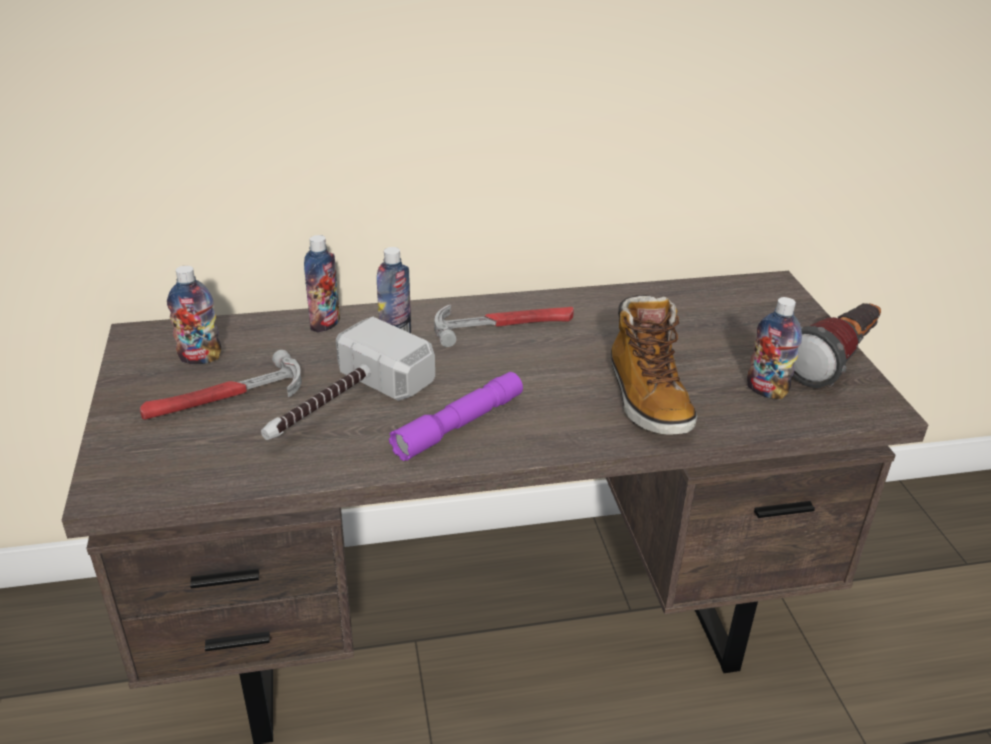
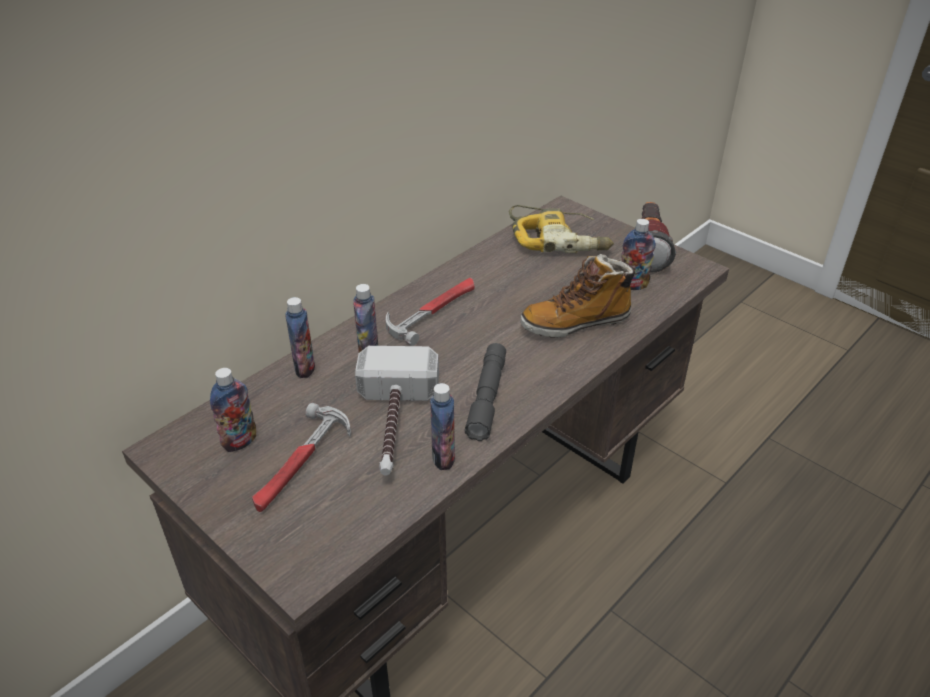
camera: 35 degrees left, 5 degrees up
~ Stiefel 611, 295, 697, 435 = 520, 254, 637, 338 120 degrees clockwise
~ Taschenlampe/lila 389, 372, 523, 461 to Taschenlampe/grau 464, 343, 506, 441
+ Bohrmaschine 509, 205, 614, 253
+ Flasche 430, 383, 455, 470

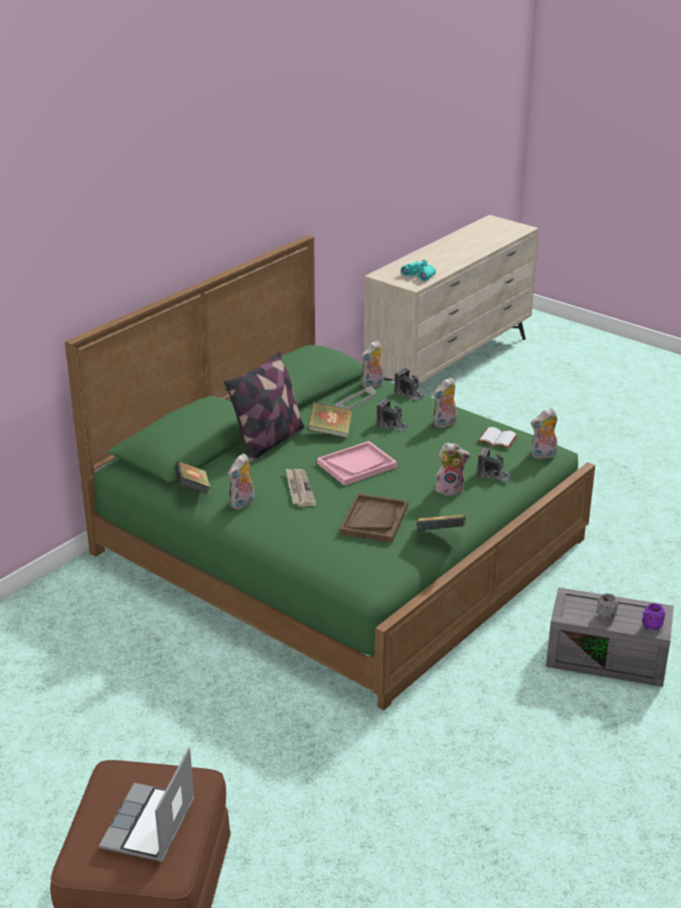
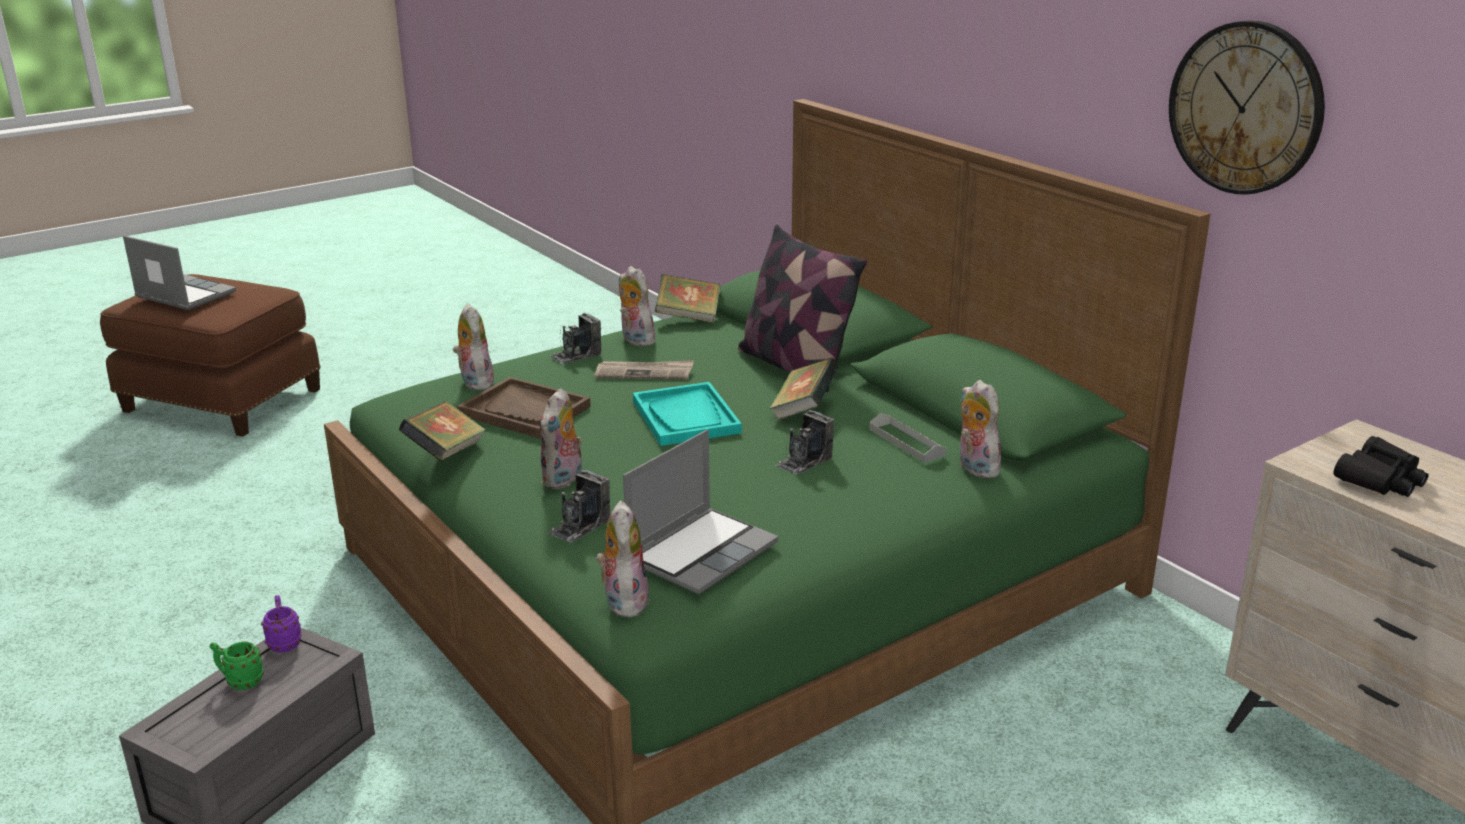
camera: 105 degrees right, 5 degrees down
~ Fernglas/türkis 401, 260, 436, 281 to Fernglas/schwarz 1334, 436, 1428, 497
~ Kamera 395, 368, 425, 401 to 551, 313, 601, 364
~ Plüschtier 433, 377, 457, 428 to 453, 303, 494, 390
~ Buch/weiß 478, 427, 518, 449 to Laptop 623, 429, 778, 594
~ Tablett/rosa 317, 441, 397, 486 to Tablett/türkis 633, 382, 742, 446
~ Henkelbecher/grau 597, 594, 619, 622 to Henkelbecher/grün 210, 641, 264, 690
~ Henkelbecher/lila 642, 603, 666, 630 to 261, 595, 302, 653
+ Wanduhr 1169, 20, 1325, 195

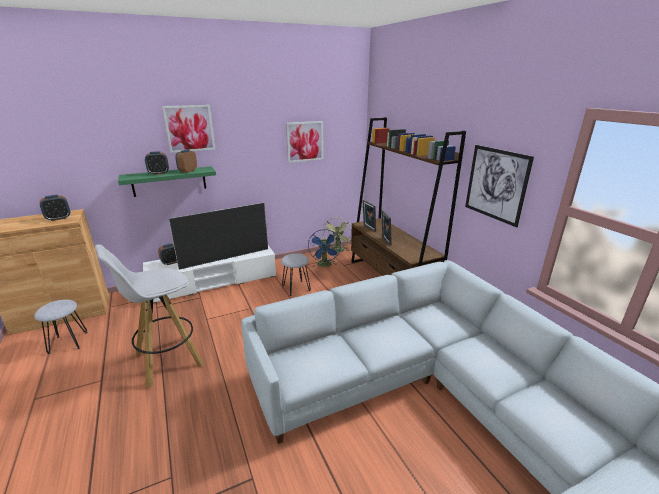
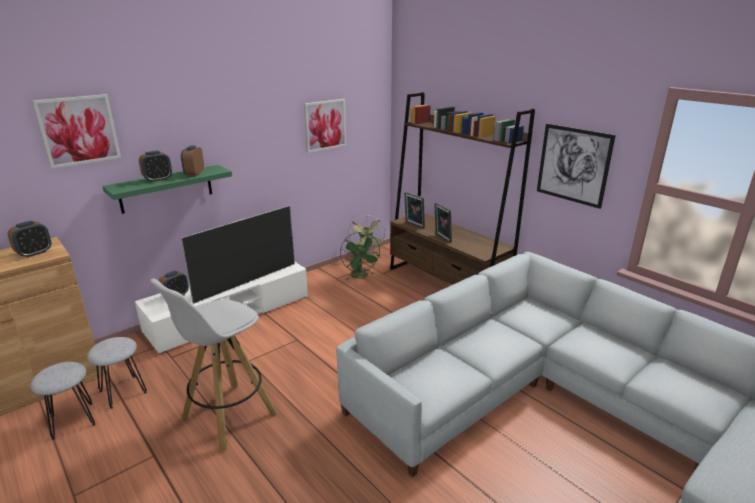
camera: 15 degrees left, 0 degrees up
~ Bild 162, 105, 215, 153 to 32, 94, 121, 169
~ Ventilator/blau 308, 229, 341, 267 to Ventilator/grün 340, 232, 381, 280
~ Hocker/grau 281, 253, 311, 296 to 87, 337, 147, 409

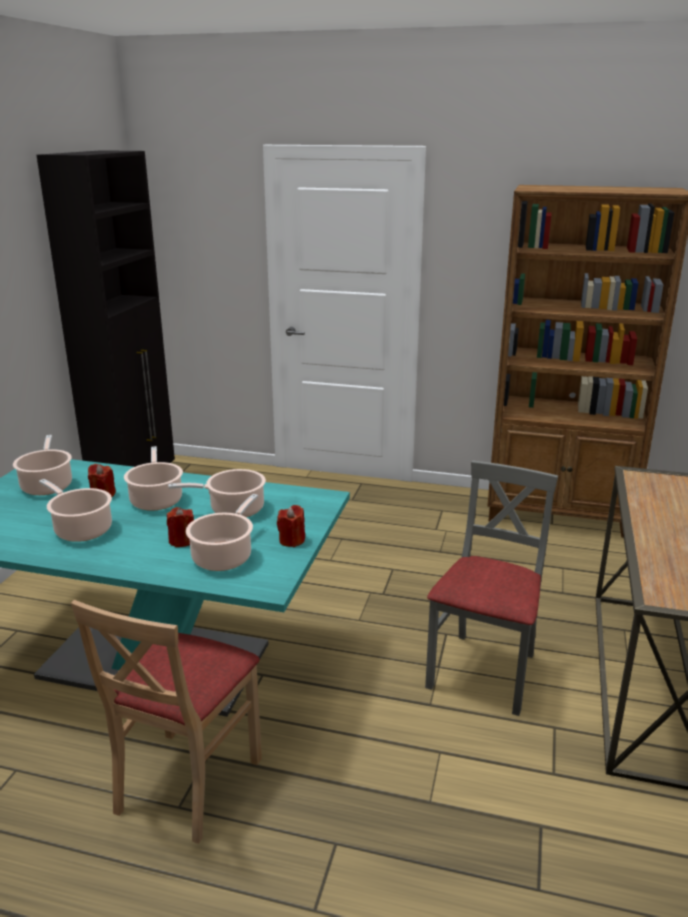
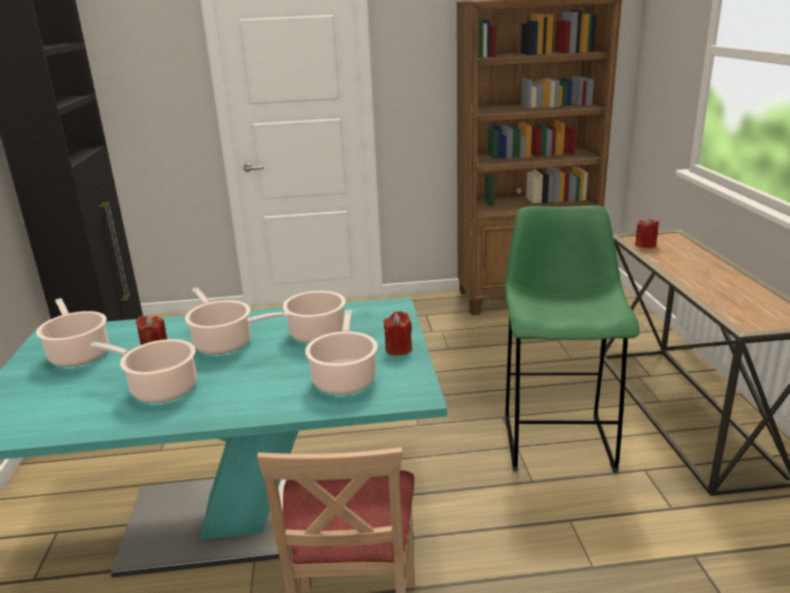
camera: 20 degrees left, 0 degrees up
~ Stuhl/grau 425, 460, 558, 716 to Hocker/grün 505, 205, 640, 473
~ Kerze/rot 167, 507, 194, 547 to 635, 217, 659, 249

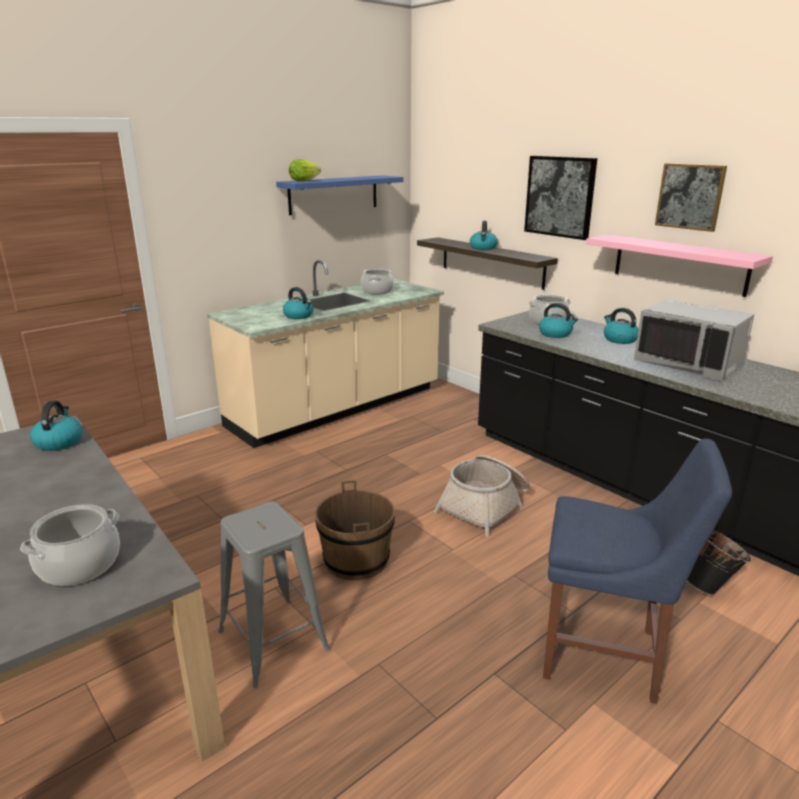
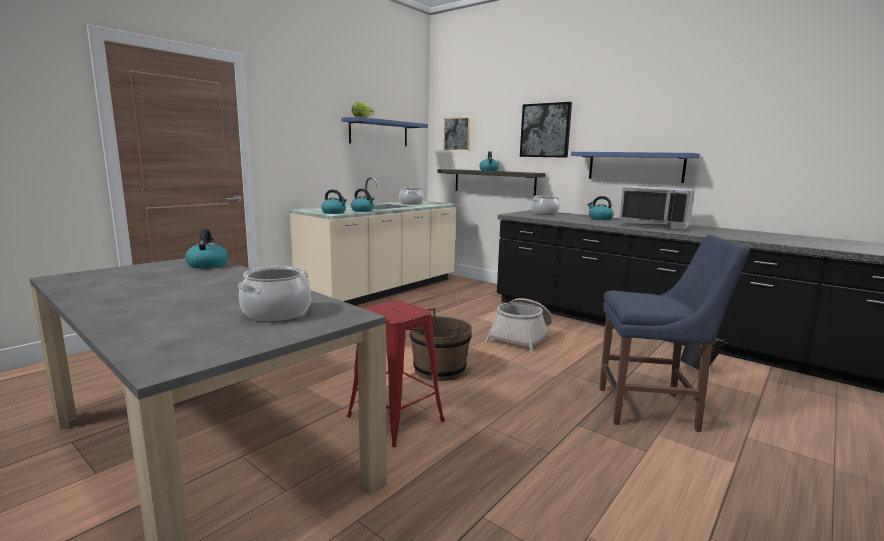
camera: 10 degrees left, 10 degrees down
~ Bild 655, 163, 727, 232 to 444, 117, 471, 150
~ Wandregal/rosa 586, 234, 773, 297 to Wandregal/blau 571, 152, 700, 183
~ Wasserkessel 539, 303, 578, 338 to 321, 189, 347, 214
~ Hocker/grau 218, 501, 330, 688 to Hocker/rot 347, 300, 445, 447

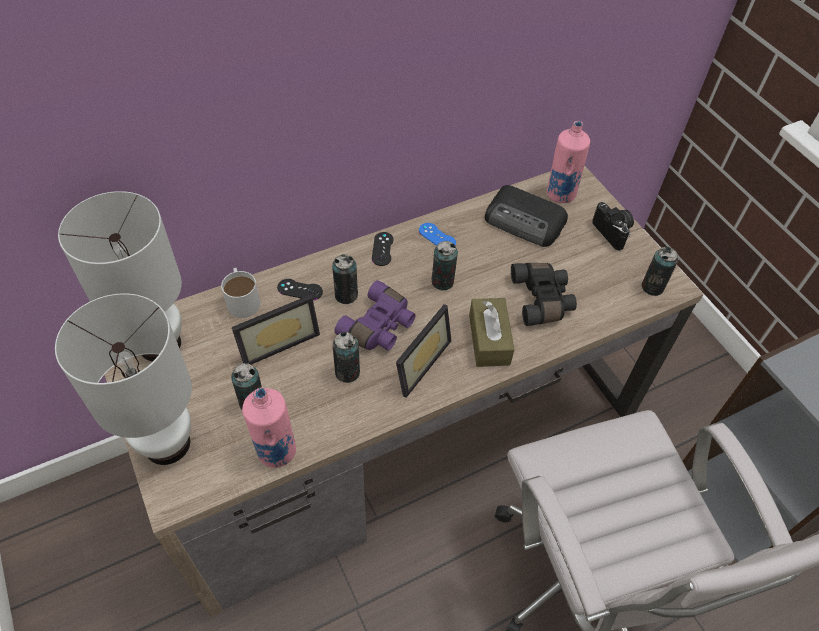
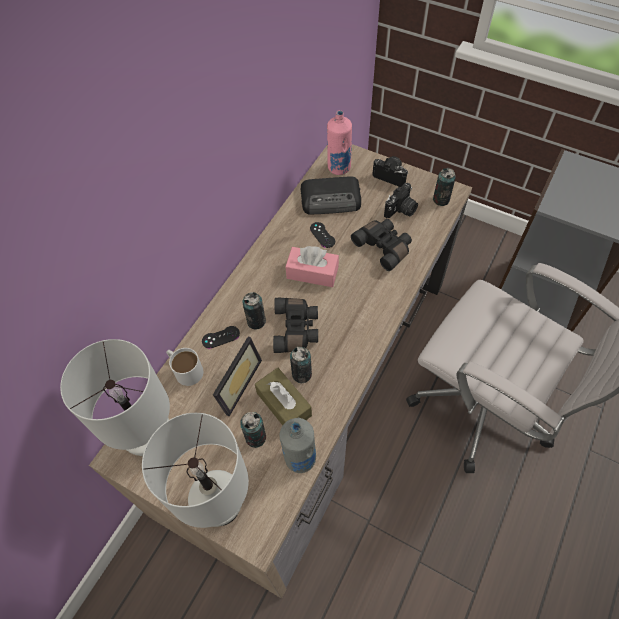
camera: 30 degrees left, 5 degrees up
- Gamepad/blau 419, 223, 456, 246
~ Gamepad/schwarz 372, 232, 394, 266 to 310, 222, 335, 248
~ Dose 431, 241, 458, 290 to Taschentuchbox/rosa 285, 246, 339, 287
~ Fernglas/lila 334, 280, 416, 350 to Fernglas/schwarz 273, 298, 318, 353
~ Taschentuchbox/braun 469, 298, 514, 367 to 255, 368, 312, 425
- Bilderrahmen 396, 304, 452, 398
~ Flasche/rosa 242, 388, 296, 468 to Flasche/grau 280, 418, 316, 473
+ Kamera 384, 183, 418, 218

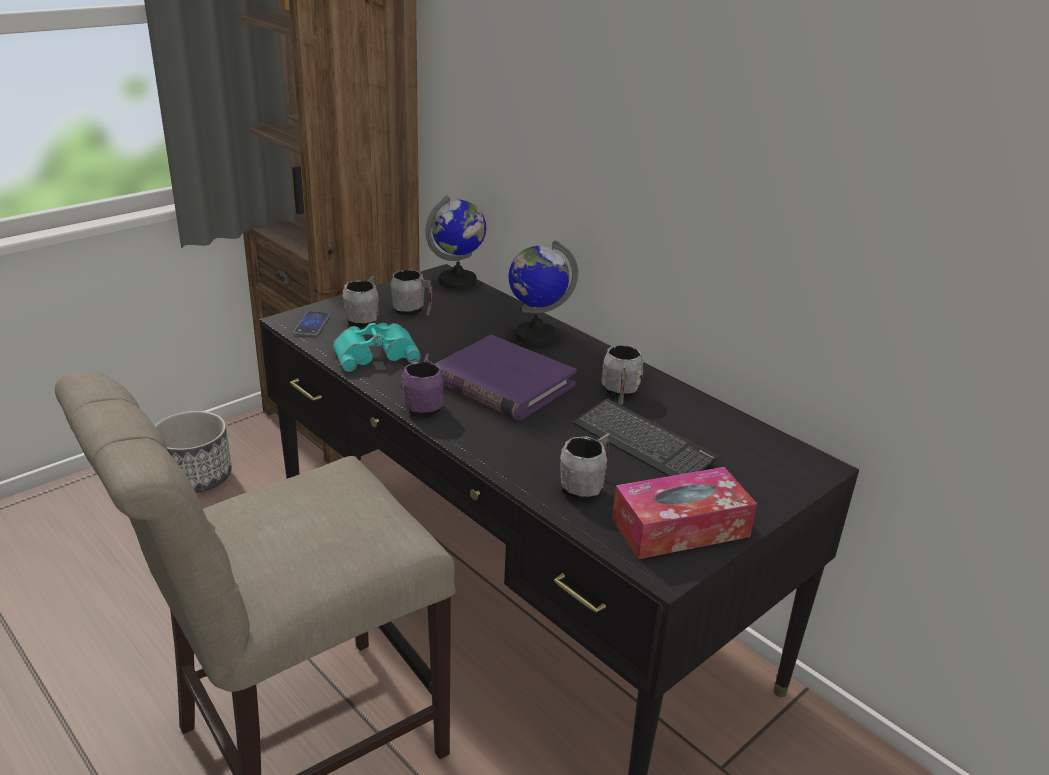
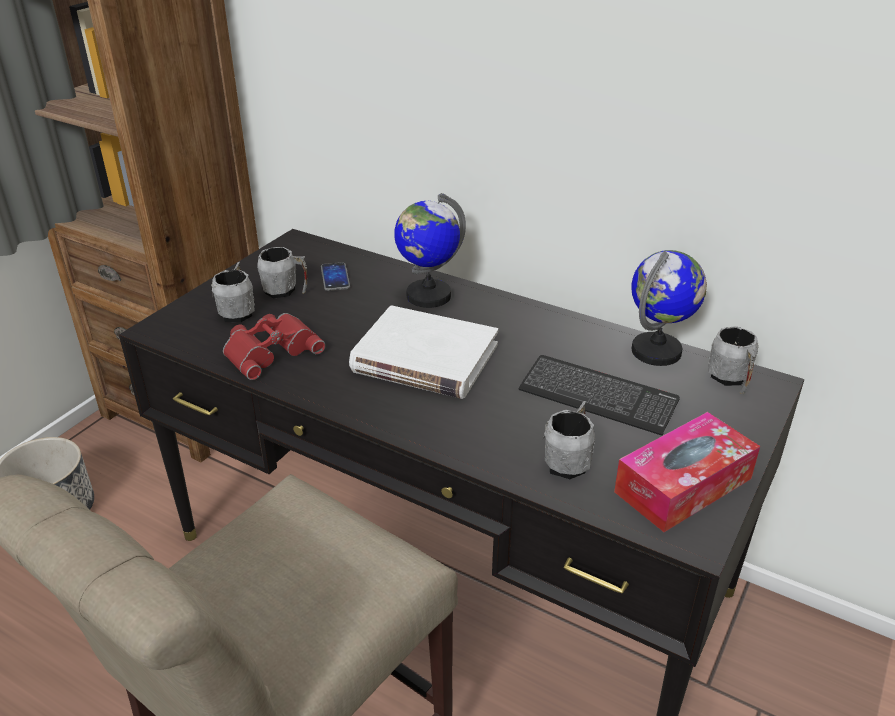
camera: 15 degrees left, 5 degrees up
~ Globus 425, 195, 486, 290 to 631, 250, 707, 366
~ Handy 293, 311, 330, 336 to 321, 262, 350, 291
~ Fernglas/türkis 333, 323, 421, 372 to Fernglas/rot 223, 313, 326, 380
~ Buch/lila 435, 335, 577, 421 to Buch/weiß 349, 305, 498, 399
~ Henkelbecher/grau 601, 345, 644, 404 to 708, 326, 759, 394
- Henkelbecher/lila 401, 354, 444, 417

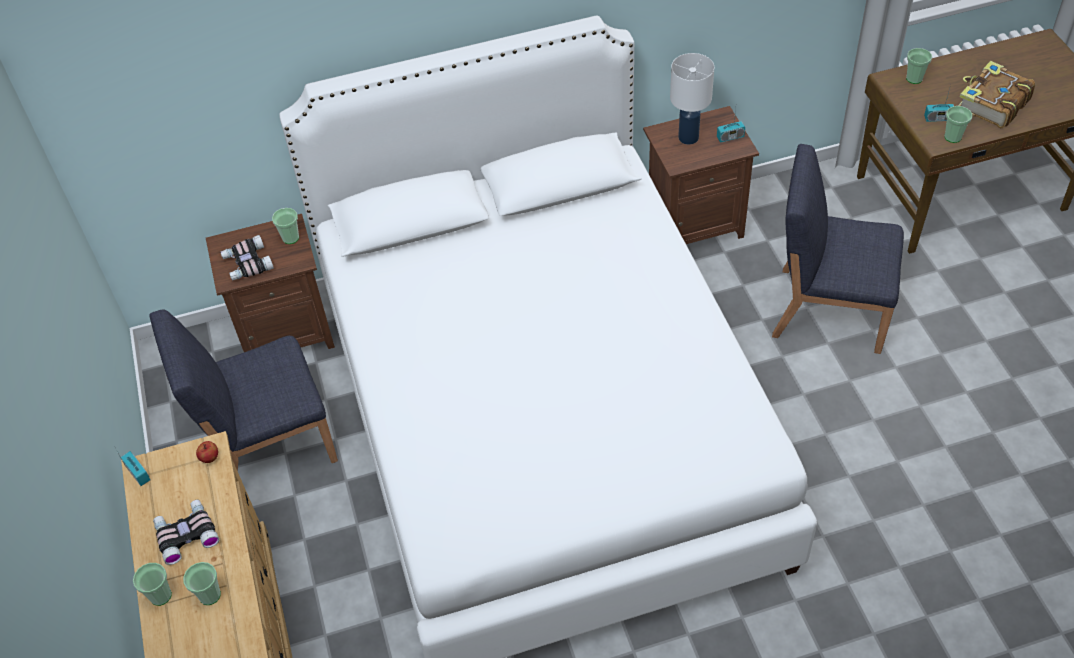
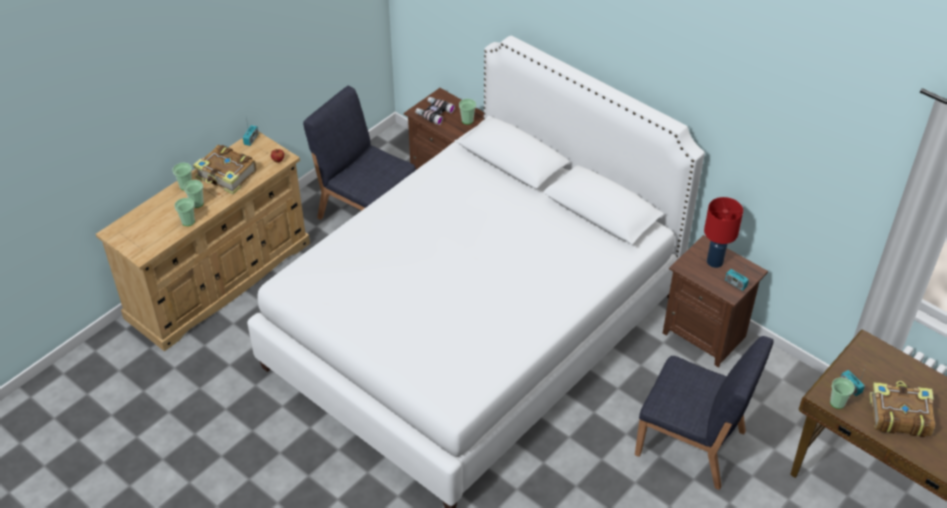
camera: 55 degrees right, 5 degrees down
~ Tasse 906, 48, 932, 84 to 174, 198, 195, 226
~ Tischlampe/weiß 670, 53, 714, 145 to Tischlampe/rot 704, 197, 743, 268
~ Stuhl/blau 772, 144, 904, 354 = 635, 336, 774, 490 135 degrees clockwise
~ Fernglas 153, 500, 219, 565 to Buch 193, 145, 256, 195

